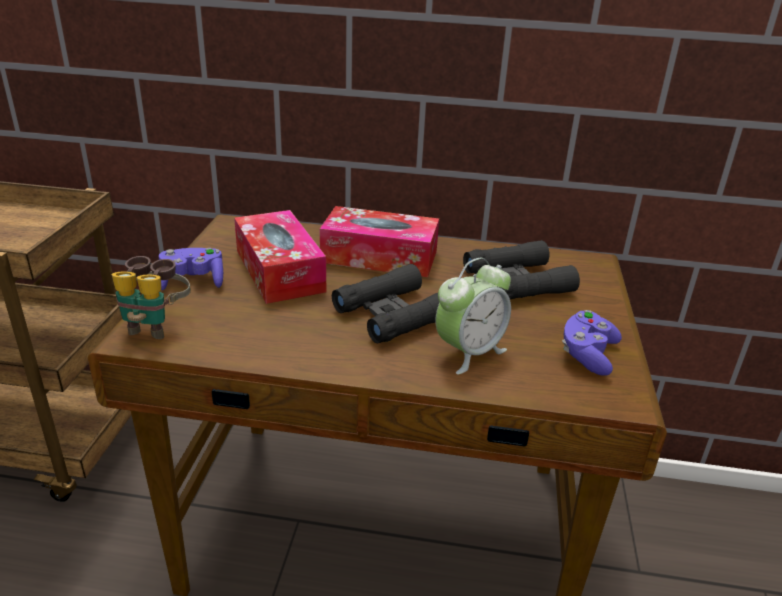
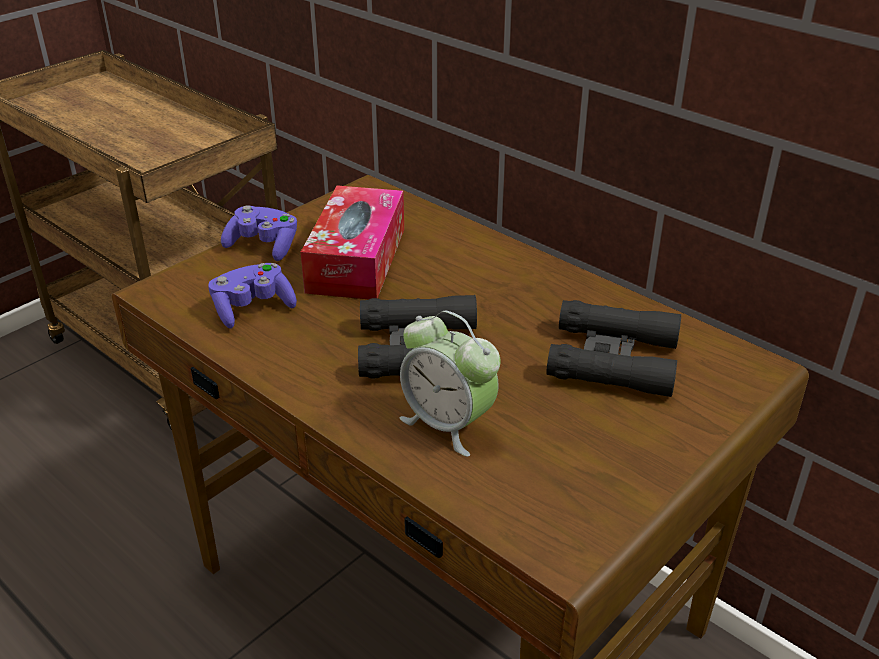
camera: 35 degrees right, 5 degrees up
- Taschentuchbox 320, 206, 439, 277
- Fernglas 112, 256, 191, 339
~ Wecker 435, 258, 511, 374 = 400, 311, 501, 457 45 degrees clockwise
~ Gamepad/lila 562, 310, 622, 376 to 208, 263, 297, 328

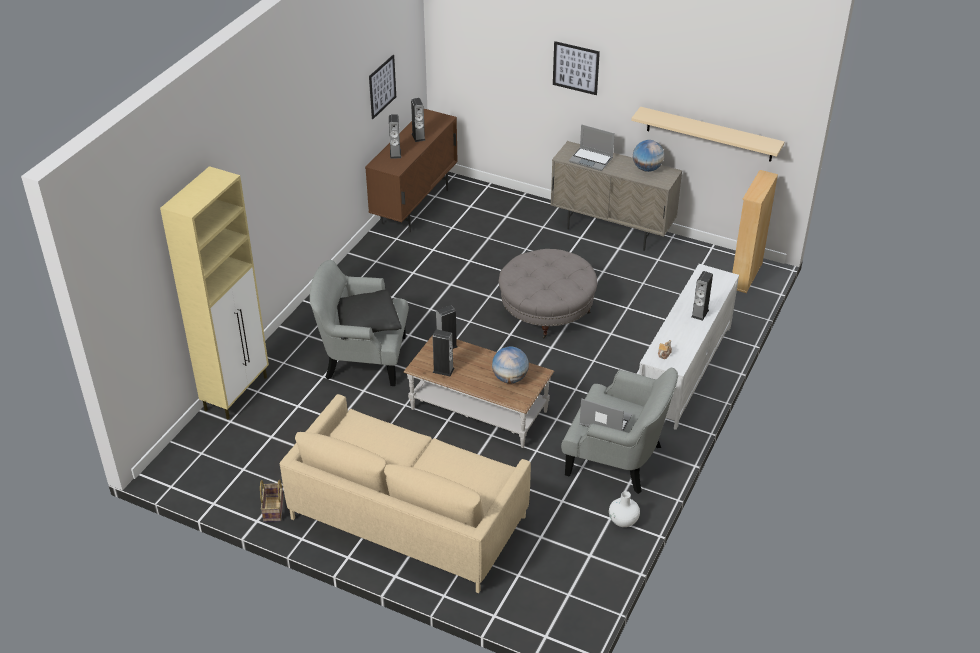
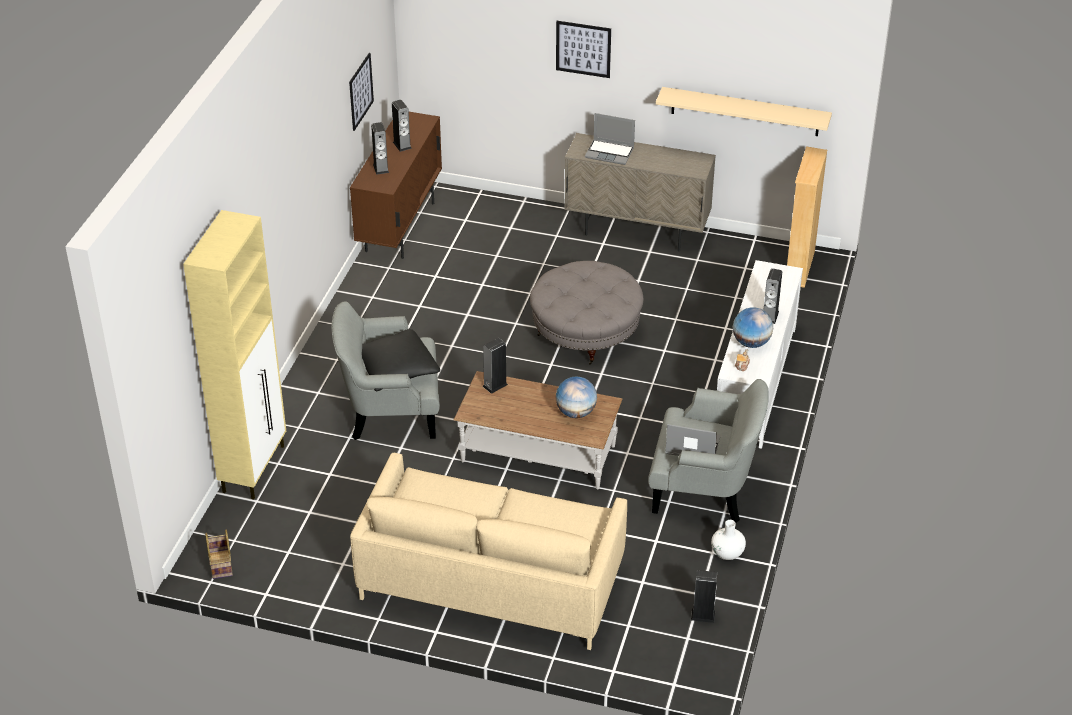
camera: 10 degrees left, 0 degrees up
~ Globus 633, 140, 664, 172 to 733, 307, 773, 348
~ Lautsprecher 432, 329, 455, 377 to 691, 570, 717, 623
~ Korb 260, 480, 284, 522 to 205, 530, 233, 579

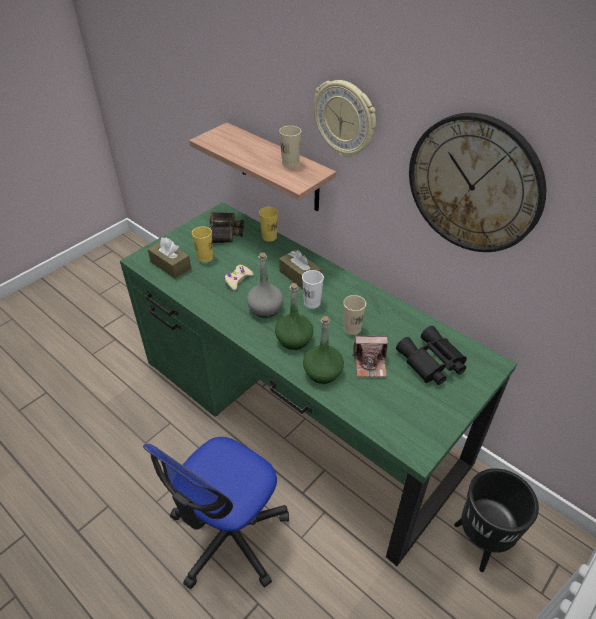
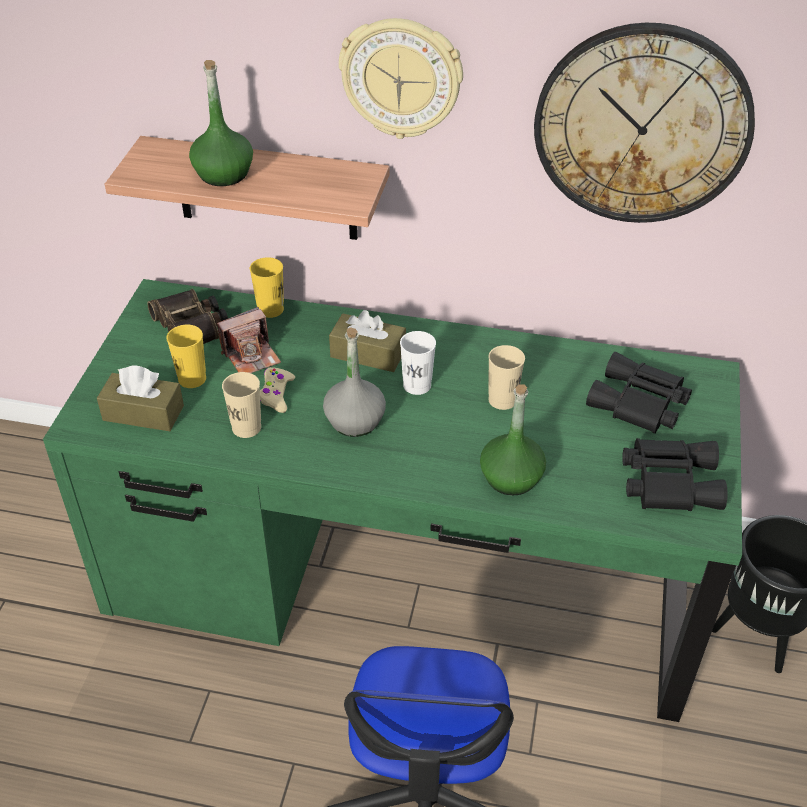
camera: 30 degrees left, 0 degrees up
~ Tasse/beige 279, 126, 301, 168 to 222, 372, 261, 438
~ Flasche/grün 275, 283, 314, 350 to 189, 60, 253, 186
~ Kamera 352, 335, 388, 377 to 217, 307, 281, 373
+ Fernglas/schwarz 622, 438, 728, 511

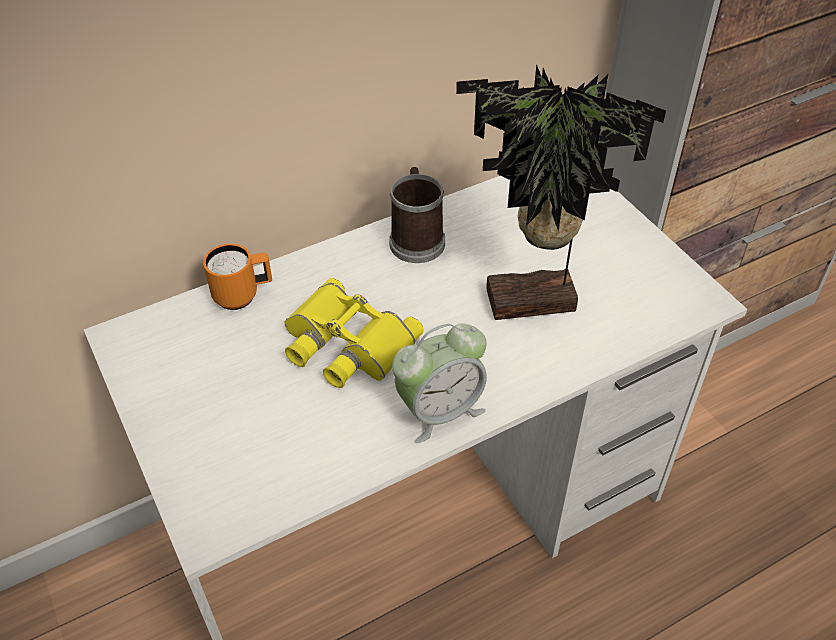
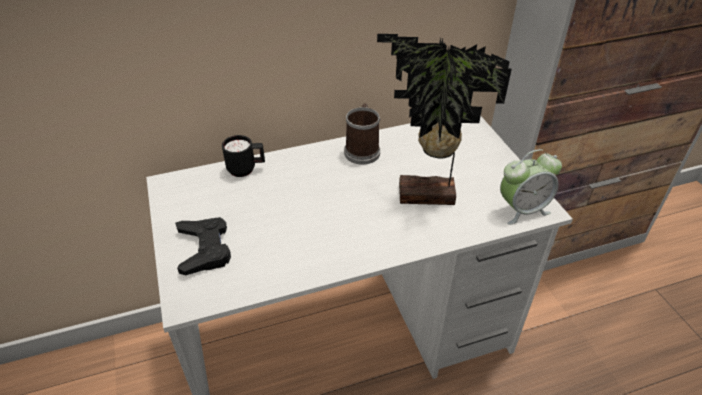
camera: 10 degrees right, 5 degrees down
~ Henkelbecher/orange 203, 244, 272, 310 to Henkelbecher/schwarz 222, 135, 265, 177
- Fernglas/gelb 284, 278, 424, 388
~ Wecker 392, 323, 487, 443 to 500, 149, 562, 225
+ Gamepad/schwarz 175, 217, 231, 275

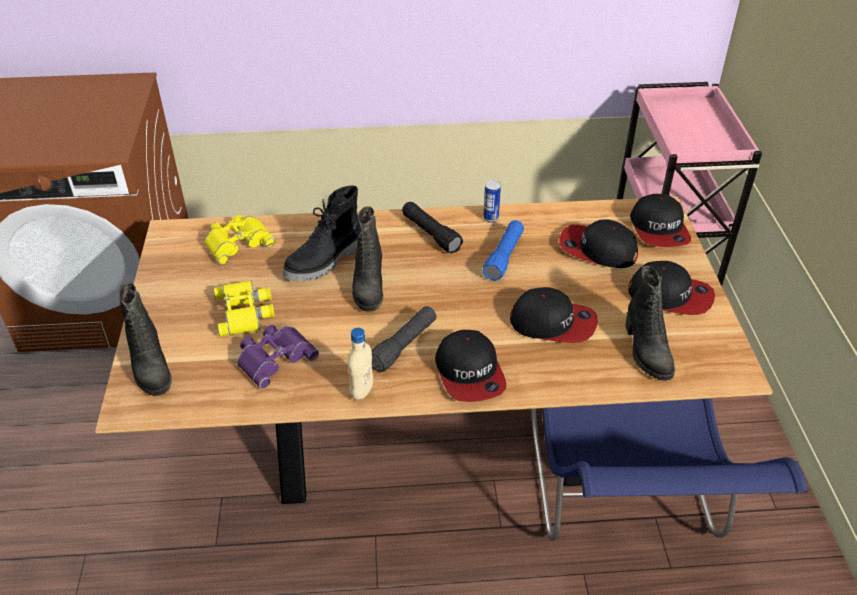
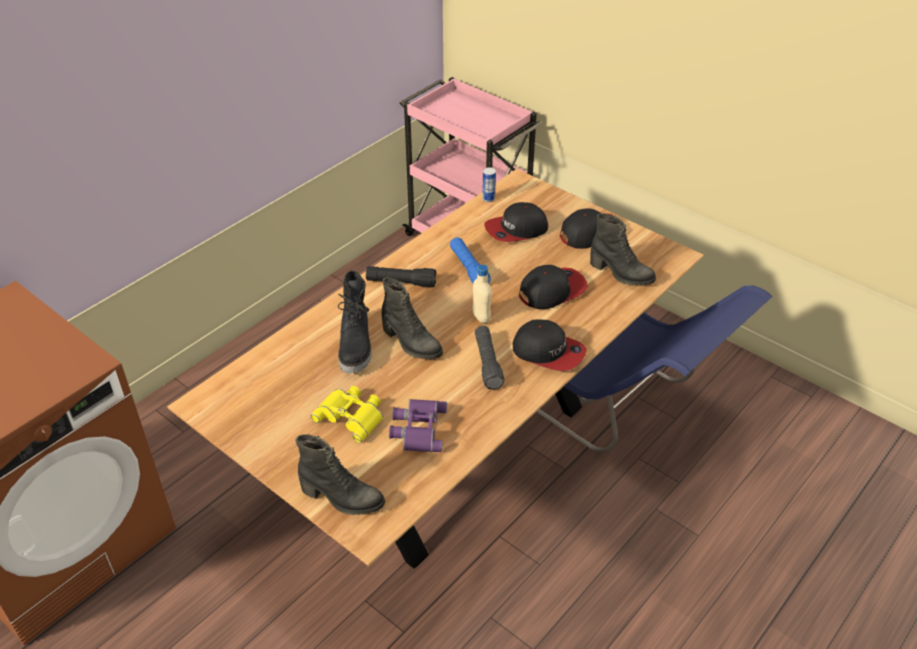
camera: 45 degrees left, 0 degrees up
~ Dose 483, 180, 501, 222 to 482, 167, 496, 202
- Kappe 630, 194, 691, 247
- Fernglas/gelb 204, 215, 275, 265
~ Flasche/beige 348, 328, 373, 400 to 472, 265, 491, 323

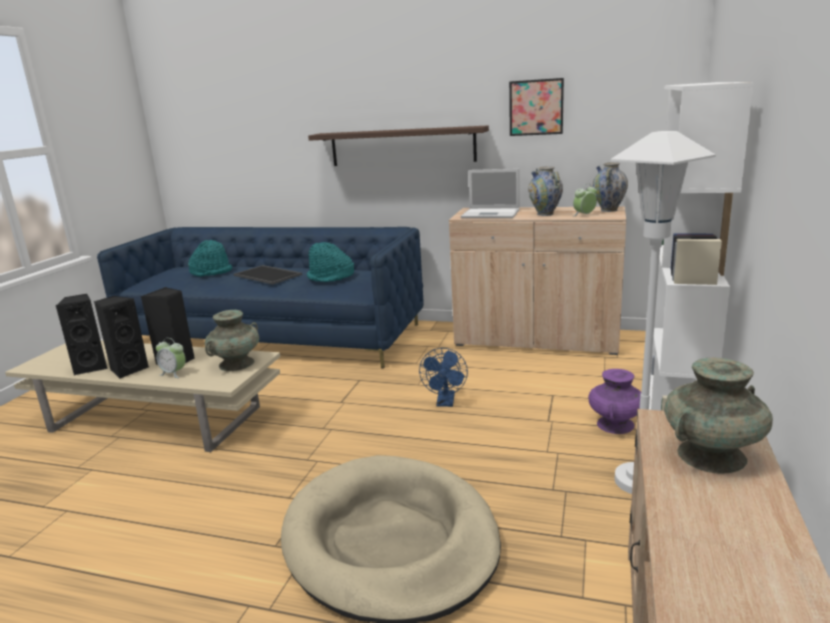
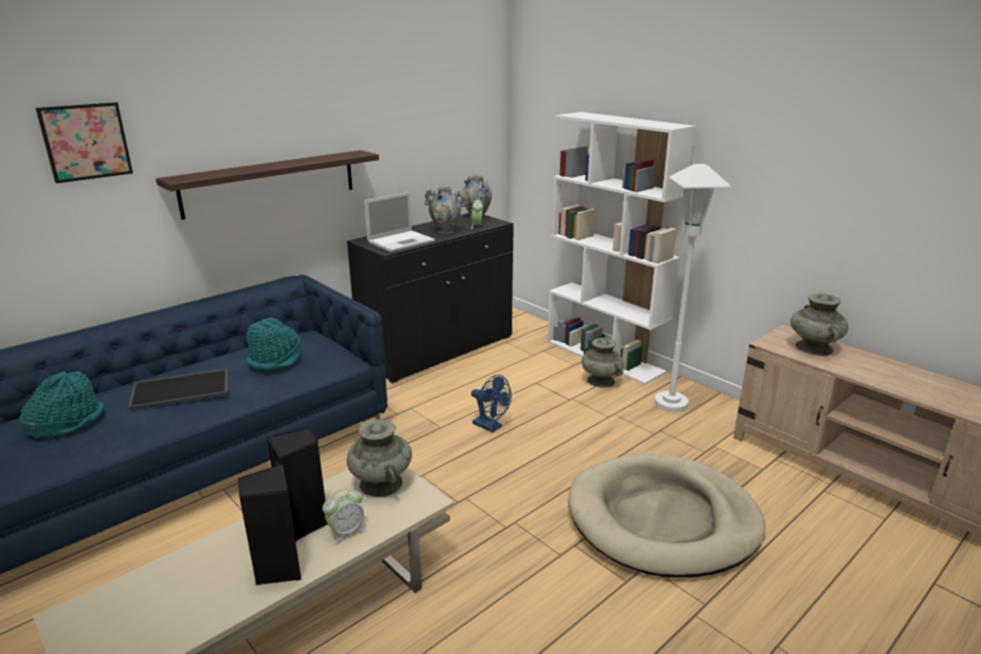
camera: 60 degrees left, 5 degrees up
~ Bild 509, 78, 564, 136 to 36, 102, 133, 183
~ Schrank/beige 449, 206, 626, 355 to Schrank/schwarz 347, 213, 514, 384
- Lautsprecher/schwarz 56, 294, 107, 375
~ Vase/lila 588, 369, 641, 434 to Vase/türkis 582, 338, 624, 388

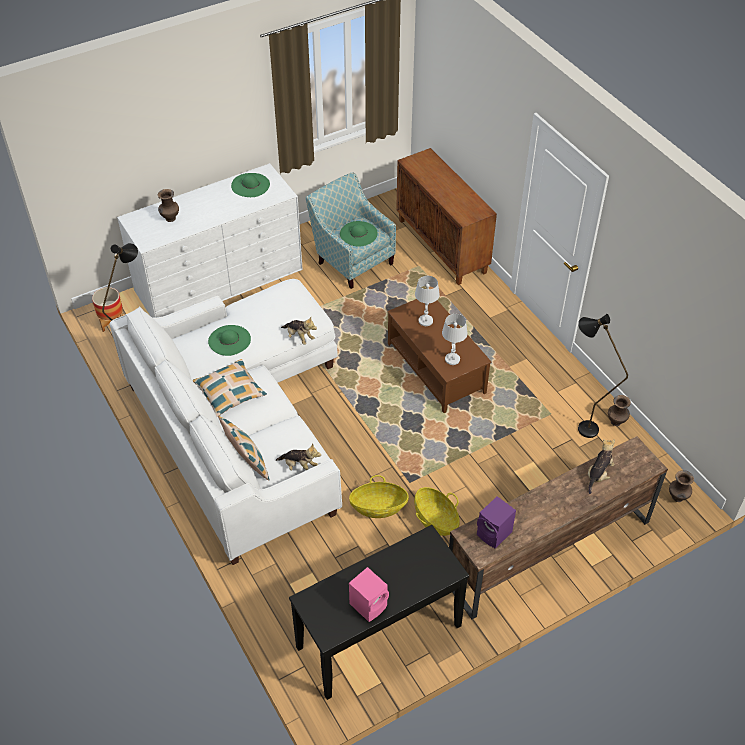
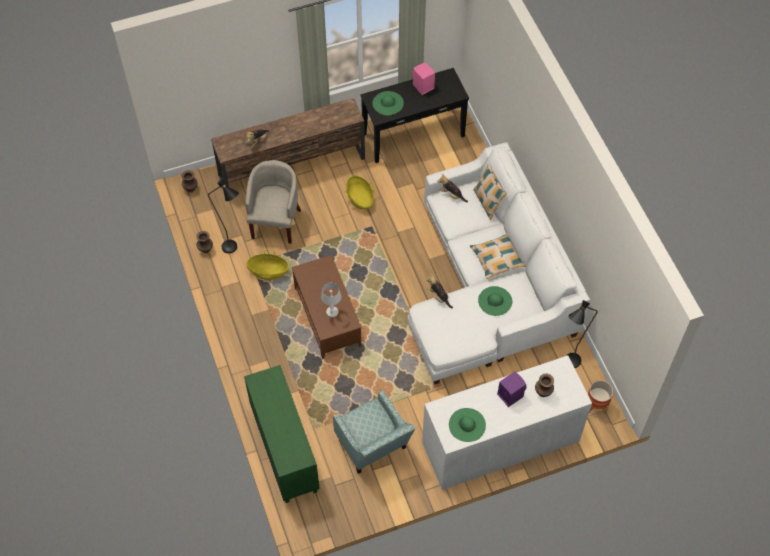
camera: 170 degrees left, 10 degrees up
~ Schrank/braun 396, 148, 497, 285 to Schrank/grün 244, 365, 320, 503
~ Hut/grün 340, 221, 378, 246 to 372, 91, 404, 115
- Tischlampe/weiß 442, 314, 468, 365
~ Korb 349, 475, 409, 518 to 247, 249, 289, 280
~ Lautsprecher/lila 477, 496, 516, 549 to 497, 371, 527, 407
+ Sessel/beige 245, 160, 301, 244

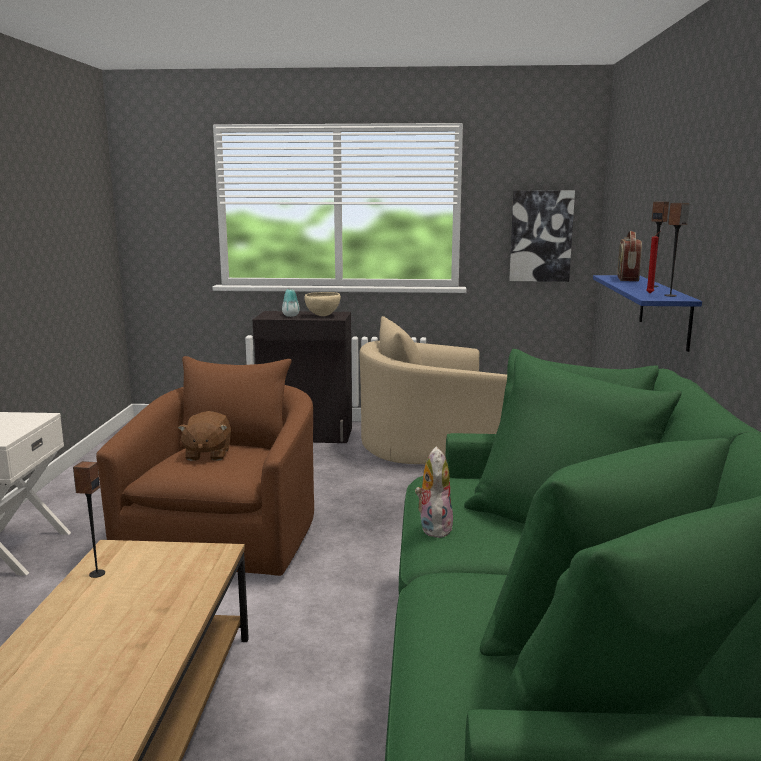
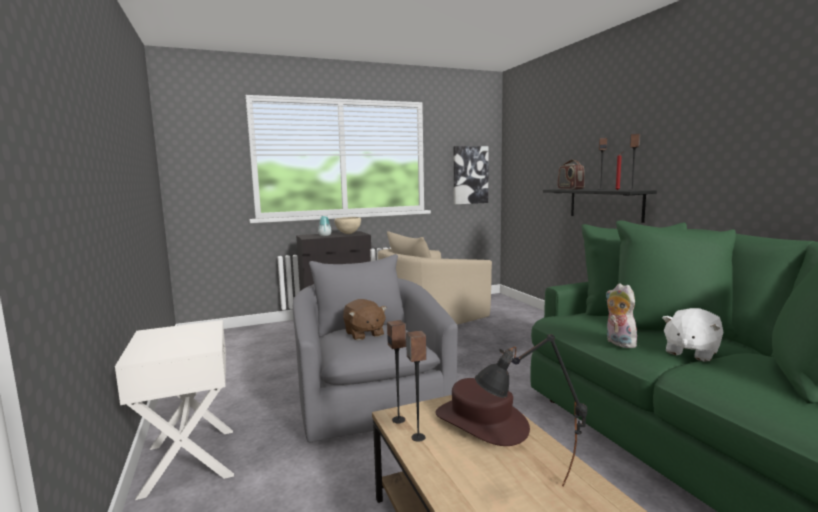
camera: 25 degrees left, 5 degrees down
~ Wandregal/blau 593, 275, 702, 352 to Wandregal/schwarz 543, 189, 657, 223
~ Sessel/braun 96, 356, 314, 576 to Sessel/grau 293, 254, 458, 442
+ Plüschtier/weiß 662, 308, 723, 362
+ Lautsprecher 387, 320, 406, 423
+ Tischlampe/schwarz 475, 334, 587, 487
+ Hut/braun 435, 378, 530, 446

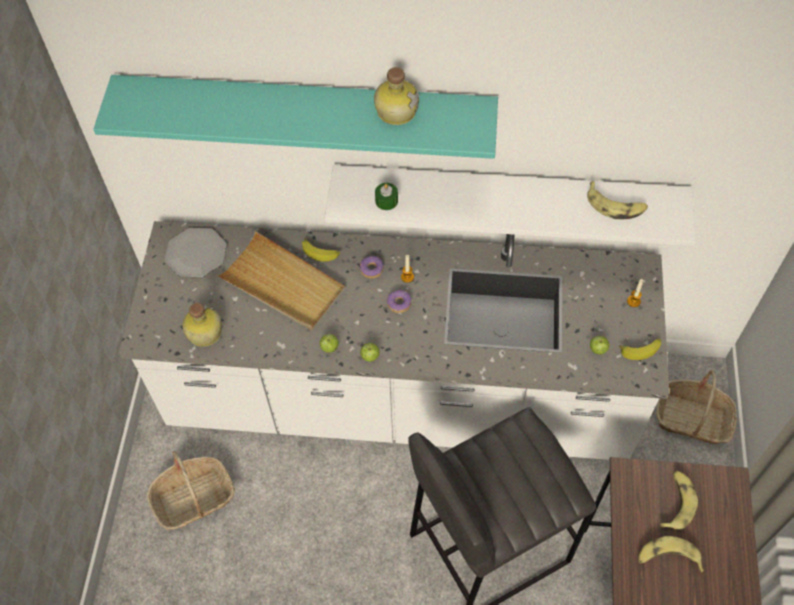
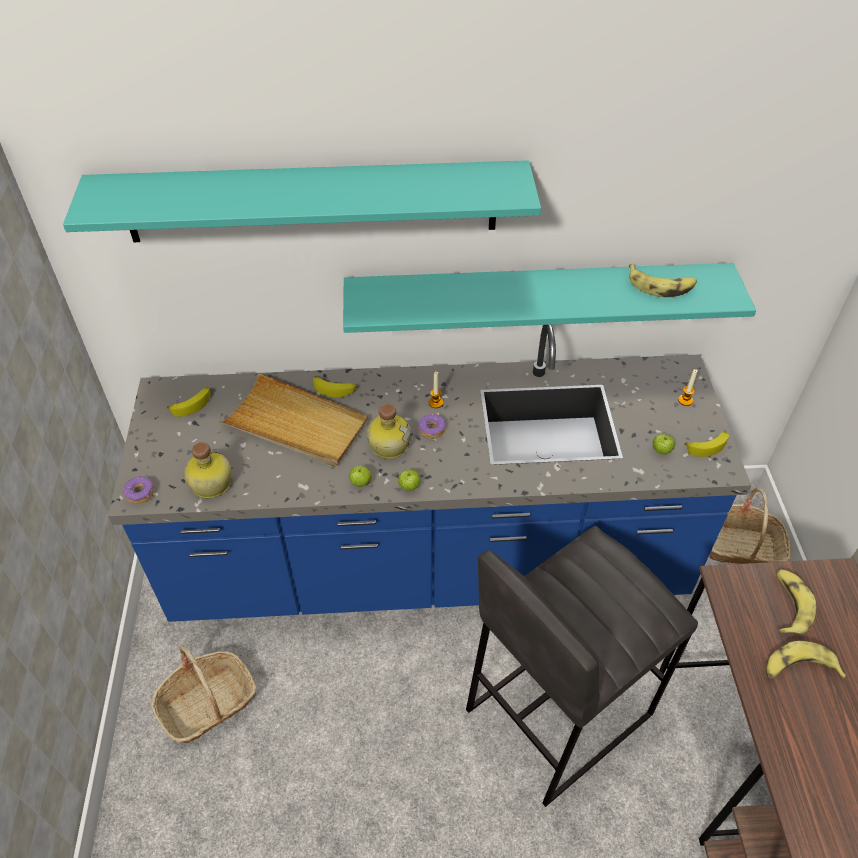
camera: 10 degrees left, 10 degrees down
~ Flasche 374, 67, 419, 125 to 366, 404, 411, 459
~ Wandregal/weiß 325, 165, 696, 246 to Wandregal/türkis 343, 263, 756, 333
- Kerze/grün 375, 183, 398, 210
~ Küchenzeile/weiß 119, 221, 669, 460 to Küchenzeile/blau 108, 325, 751, 622
~ Teller 165, 228, 227, 278 to Banane 167, 387, 210, 417
~ Donut 360, 256, 384, 278 to 123, 476, 154, 504

